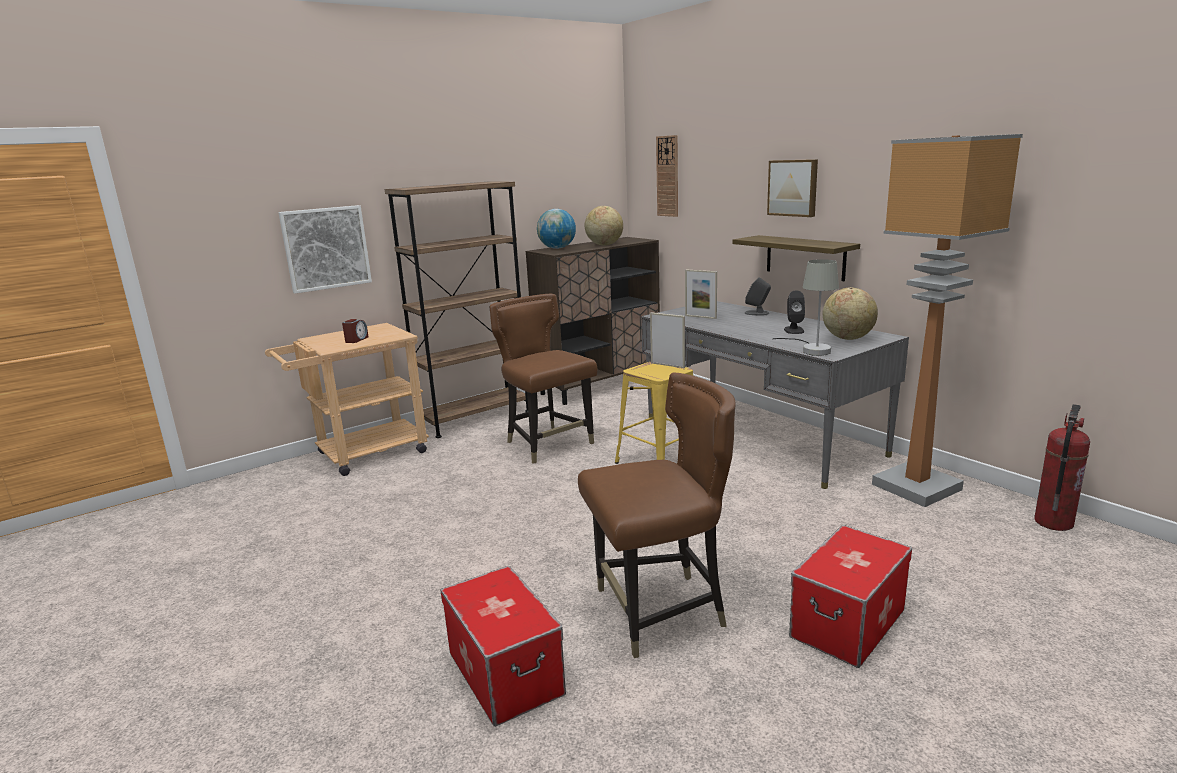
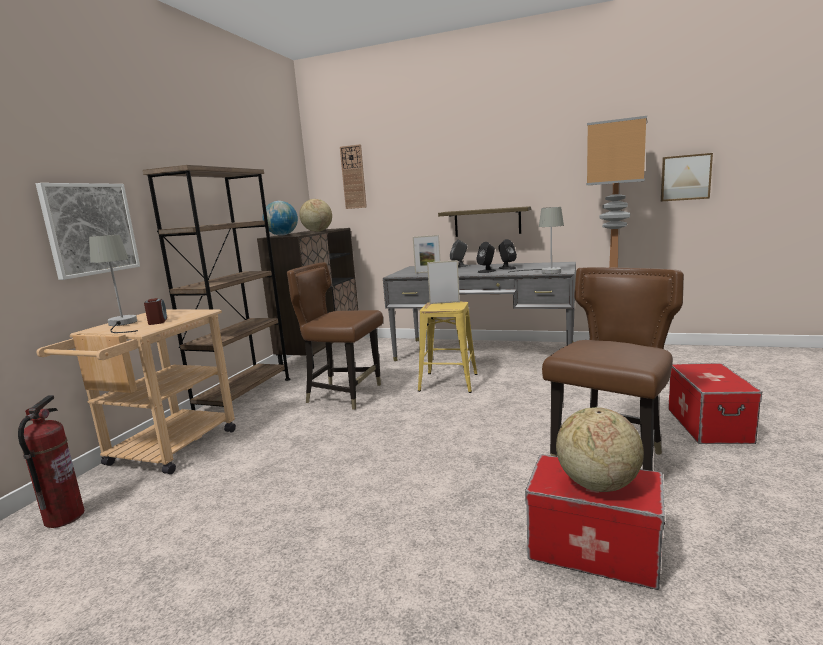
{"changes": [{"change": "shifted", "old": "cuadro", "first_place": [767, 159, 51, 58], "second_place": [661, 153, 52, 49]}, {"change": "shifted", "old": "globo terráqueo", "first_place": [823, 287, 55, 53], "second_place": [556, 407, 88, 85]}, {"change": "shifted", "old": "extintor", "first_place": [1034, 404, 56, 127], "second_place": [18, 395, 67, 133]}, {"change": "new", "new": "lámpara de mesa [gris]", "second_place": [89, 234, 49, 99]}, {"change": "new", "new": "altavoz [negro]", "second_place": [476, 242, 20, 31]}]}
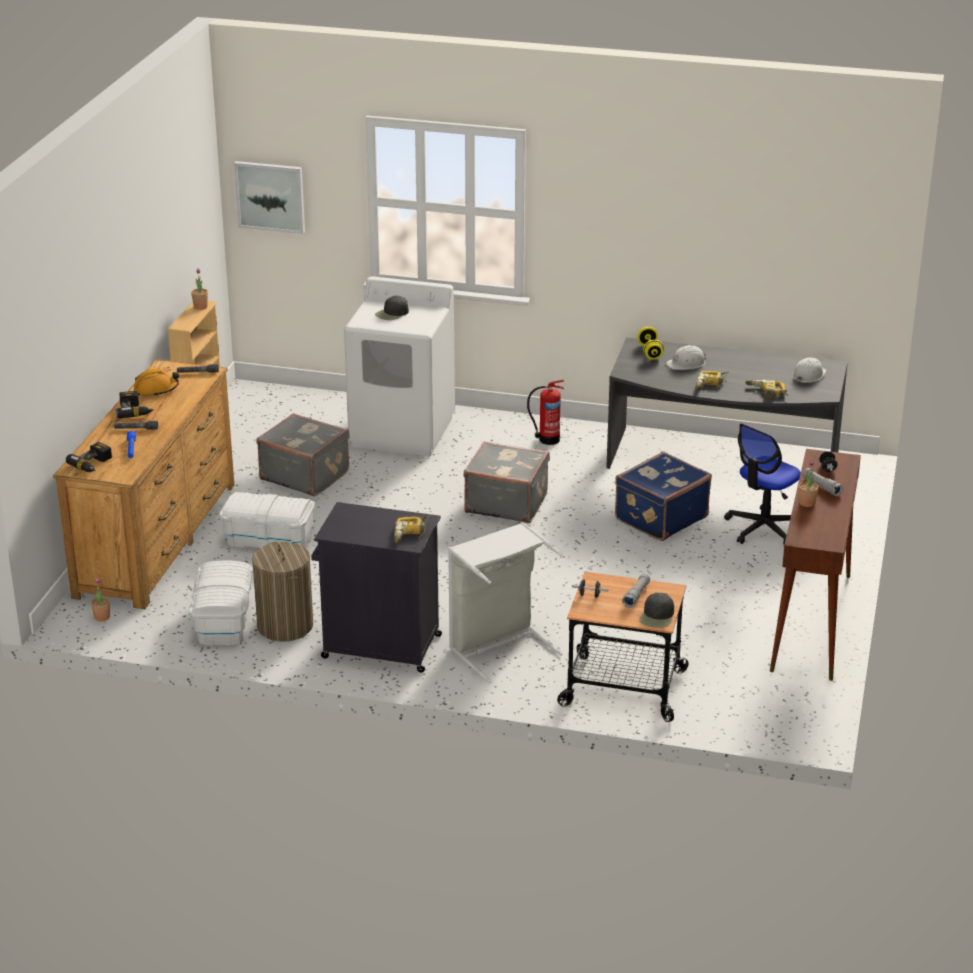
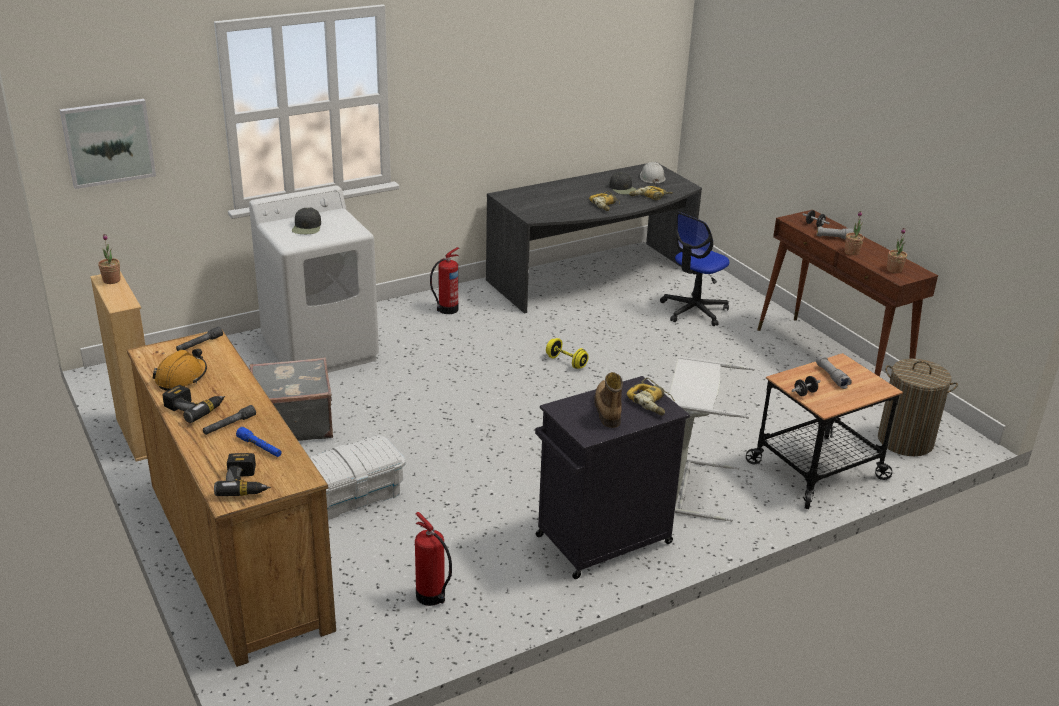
{"changes": [{"change": "shifted", "old": "planta en maceta", "first_place": [91, 578, 19, 44], "second_place": [887, 228, 20, 45]}, {"change": "swapped", "old": "caja de almacenaje [blanco]", "new": "extintor", "first_place": [189, 560, 64, 86], "second_place": [415, 512, 37, 94]}, {"change": "shifted", "old": "cesto de la ropa", "first_place": [252, 542, 61, 100], "second_place": [878, 359, 80, 97]}, {"change": "gone", "old": "maleta [gris]", "first_place": [463, 441, 87, 82]}, {"change": "gone", "old": "maleta [azul]", "first_place": [615, 451, 97, 90]}, {"change": "shifted", "old": "mancuerna [amarillo]", "first_place": [637, 327, 27, 32], "second_place": [546, 338, 43, 31]}, {"change": "shifted", "old": "gorra [negro]", "first_place": [640, 593, 34, 35], "second_place": [609, 172, 28, 22]}, {"change": "gone", "old": "casco [blanco]", "first_place": [666, 345, 40, 25]}, {"change": "rotated", "old": "silla de oficina", "first_place": [724, 423, 77, 122], "second_place": [660, 212, 69, 114], "degrees": 45}, {"change": "new", "new": "bota", "second_place": [594, 372, 29, 56]}]}
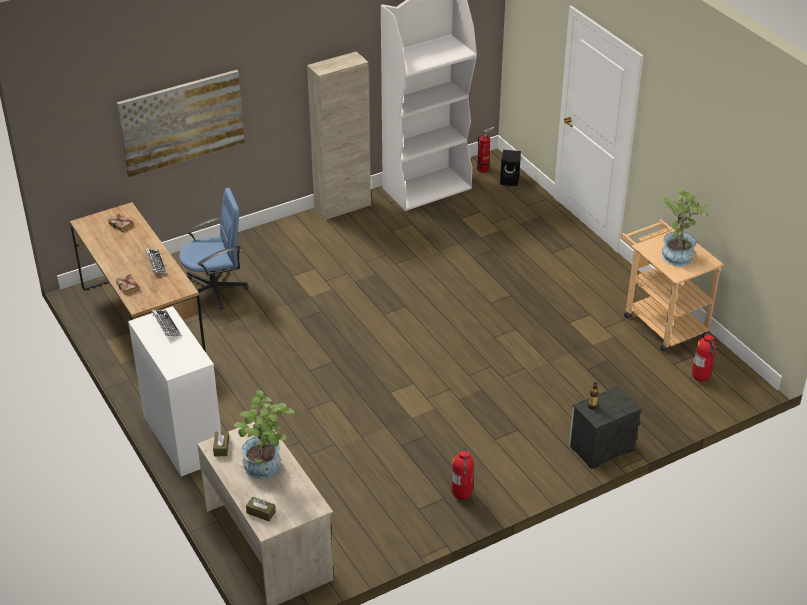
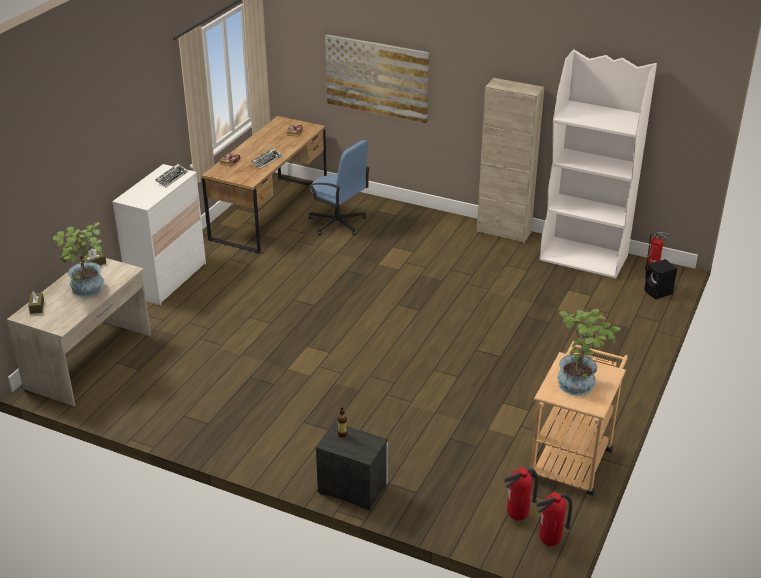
{"changes": [{"change": "shifted", "old": "extintor", "first_place": [452, 448, 22, 52], "second_place": [536, 492, 37, 54]}]}
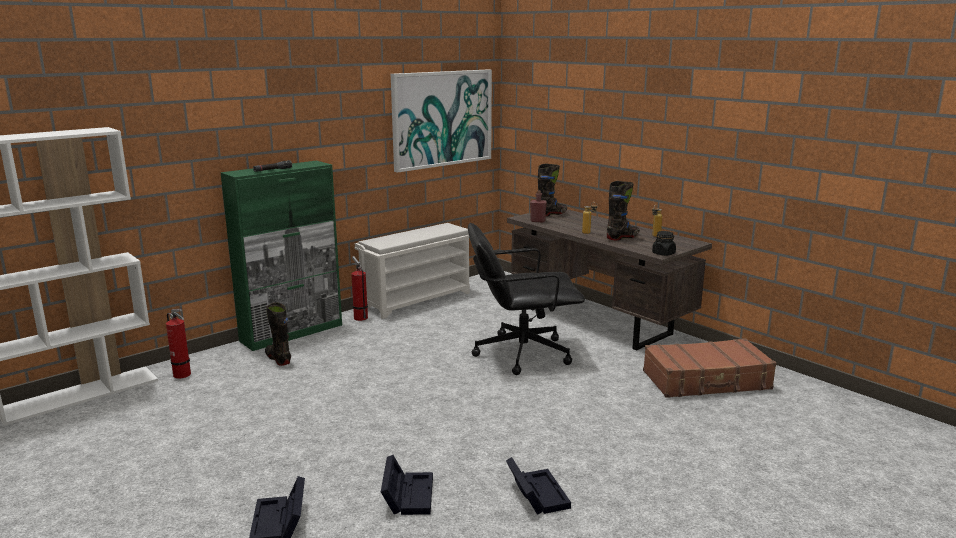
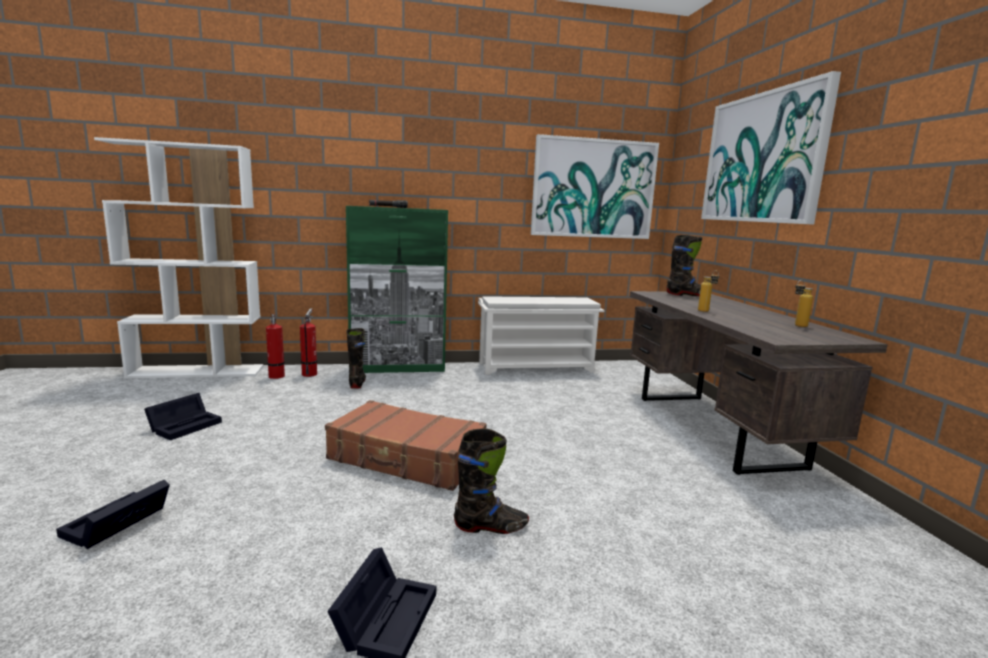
{"changes": [{"change": "shifted", "old": "extintor", "first_place": [351, 256, 17, 65], "second_place": [300, 308, 17, 69]}, {"change": "shifted", "old": "caja de almacenaje [negro]", "first_place": [381, 455, 52, 60], "second_place": [144, 393, 78, 47]}, {"change": "gone", "old": "silla de oficina [negro]", "first_place": [468, 223, 117, 152]}, {"change": "gone", "old": "botella [rojo]", "first_place": [530, 190, 17, 32]}, {"change": "shifted", "old": "bota [negro]", "first_place": [607, 181, 33, 60], "second_place": [454, 428, 75, 106]}, {"change": "shifted", "old": "maleta [marrón]", "first_place": [643, 338, 134, 60], "second_place": [325, 400, 162, 91]}, {"change": "gone", "old": "tarro [negro]", "first_place": [652, 231, 24, 25]}, {"change": "new", "new": "cuadro", "second_place": [701, 71, 140, 154]}]}
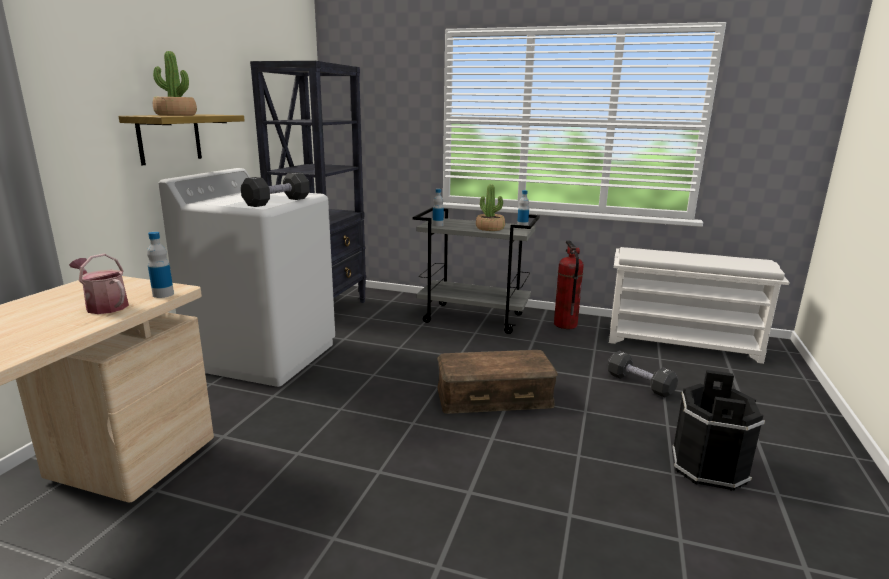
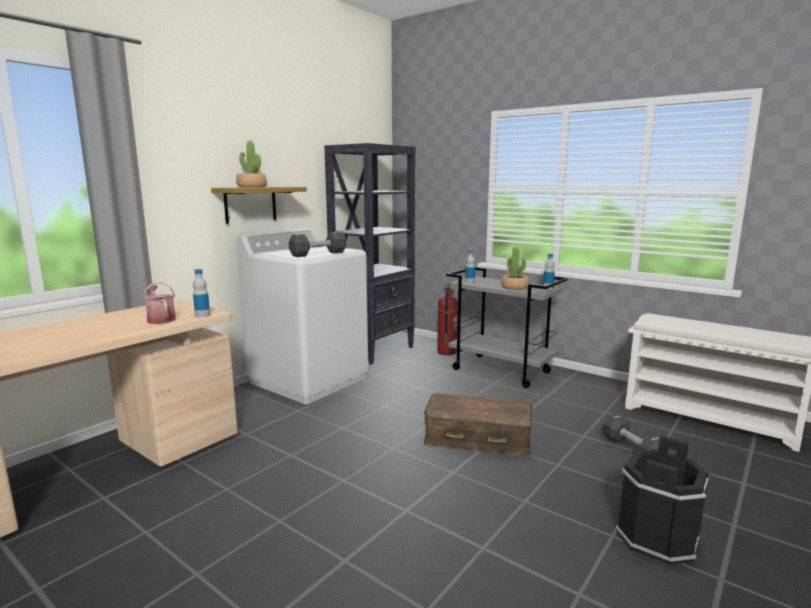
{"changes": [{"change": "shifted", "old": "extintor", "first_place": [554, 240, 30, 89], "second_place": [437, 283, 21, 72]}]}
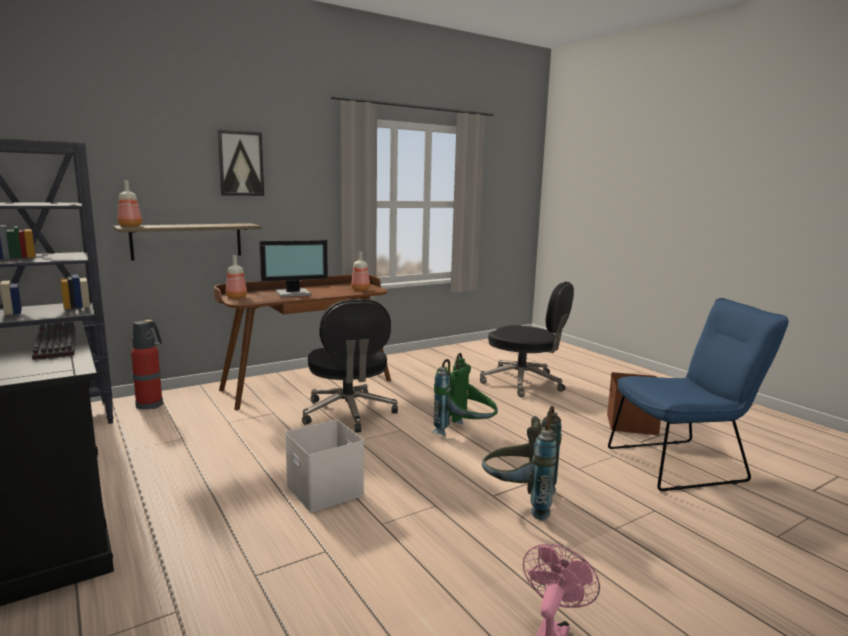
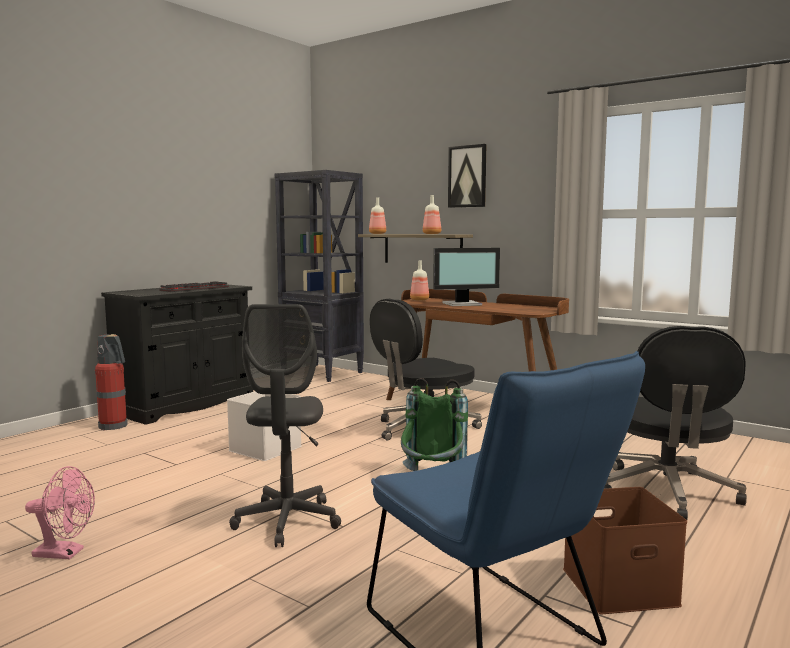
{"changes": [{"change": "shifted", "old": "extintor", "first_place": [130, 320, 33, 90], "second_place": [95, 334, 33, 97]}, {"change": "rotated", "old": "monitor", "first_place": [259, 240, 69, 57], "second_place": [433, 248, 67, 58], "degrees": -60}, {"change": "shifted", "old": "botella", "first_place": [351, 251, 19, 40], "second_place": [423, 195, 18, 39]}, {"change": "swapped", "old": "mochila [gris]", "new": "silla de oficina [gris]", "first_place": [482, 406, 80, 114], "second_place": [229, 304, 112, 243]}]}
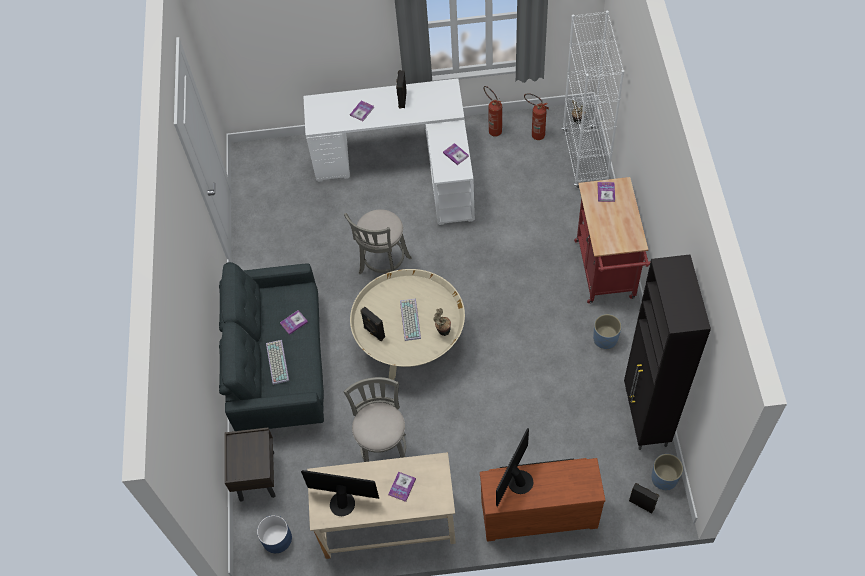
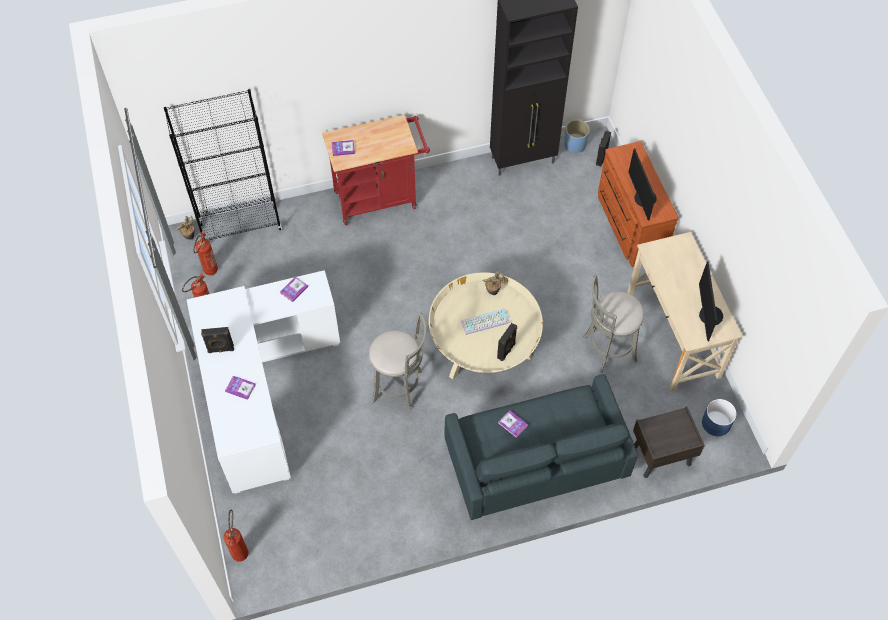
{"changes": [{"change": "gone", "old": "teclado", "first_place": [266, 340, 23, 45]}, {"change": "gone", "old": "libro", "first_place": [389, 472, 27, 30]}, {"change": "rotated", "old": "monitor", "first_place": [496, 428, 37, 79], "second_place": [628, 148, 29, 72], "degrees": 60}, {"change": "repainted", "old": "estantería [blanco]", "new": "estantería [negro]", "first_place": [562, 11, 62, 178], "second_place": [164, 89, 118, 151]}, {"change": "gone", "old": "maceta [azul]", "first_place": [593, 314, 29, 35]}, {"change": "new", "new": "extintor", "second_place": [224, 509, 24, 53]}]}
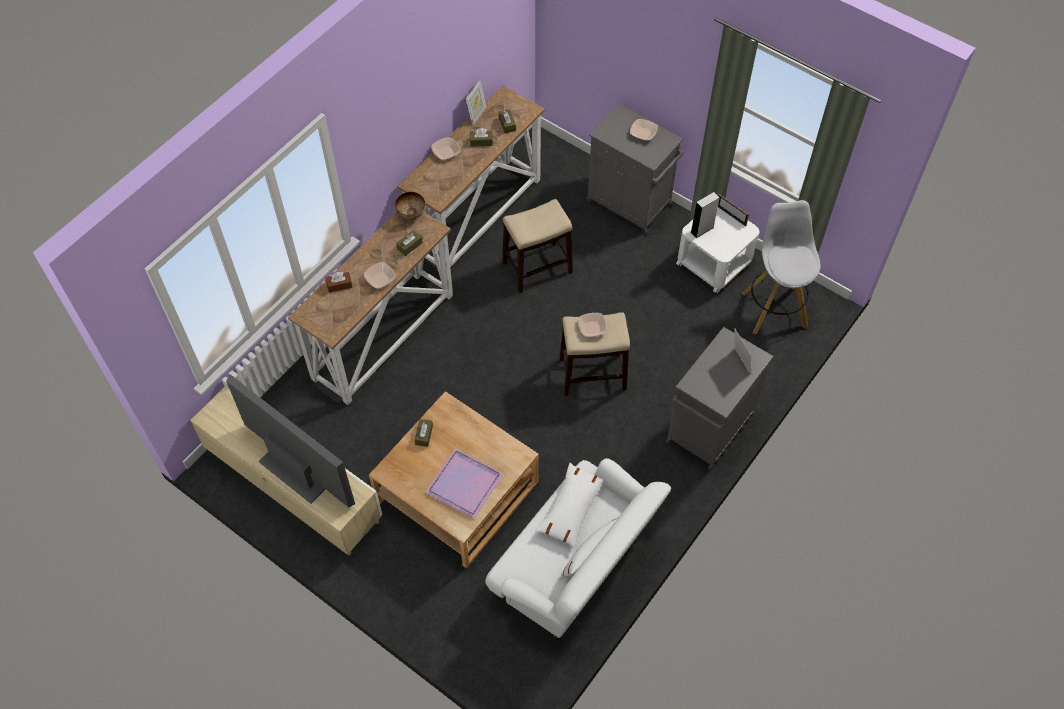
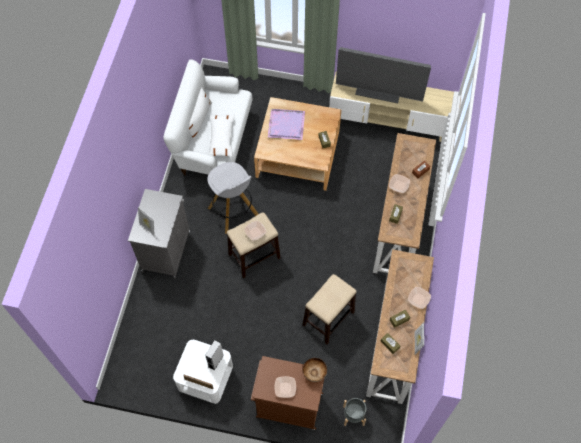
{"changes": [{"change": "shifted", "old": "cuenco", "first_place": [395, 192, 31, 28], "second_place": [303, 358, 24, 24]}, {"change": "repainted", "old": "armario [gris]", "new": "armario [marrón]", "first_place": [586, 104, 98, 130], "second_place": [251, 356, 73, 74]}, {"change": "shifted", "old": "taburete [blanco]", "first_place": [741, 200, 79, 134], "second_place": [207, 162, 52, 72]}, {"change": "new", "new": "maceta [gris]", "second_place": [343, 398, 23, 28]}]}
